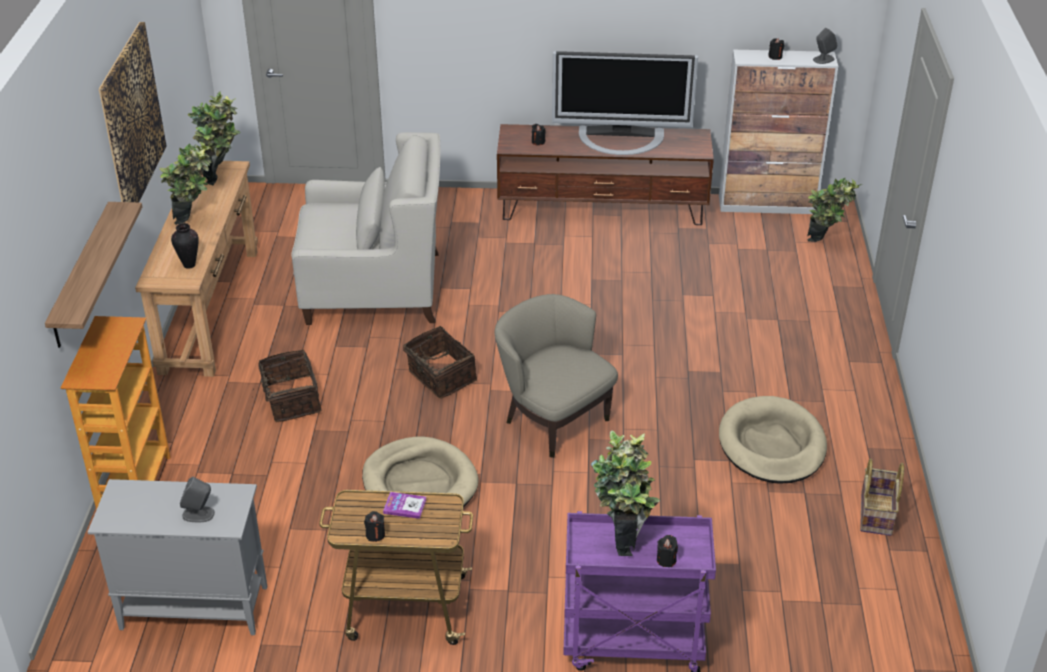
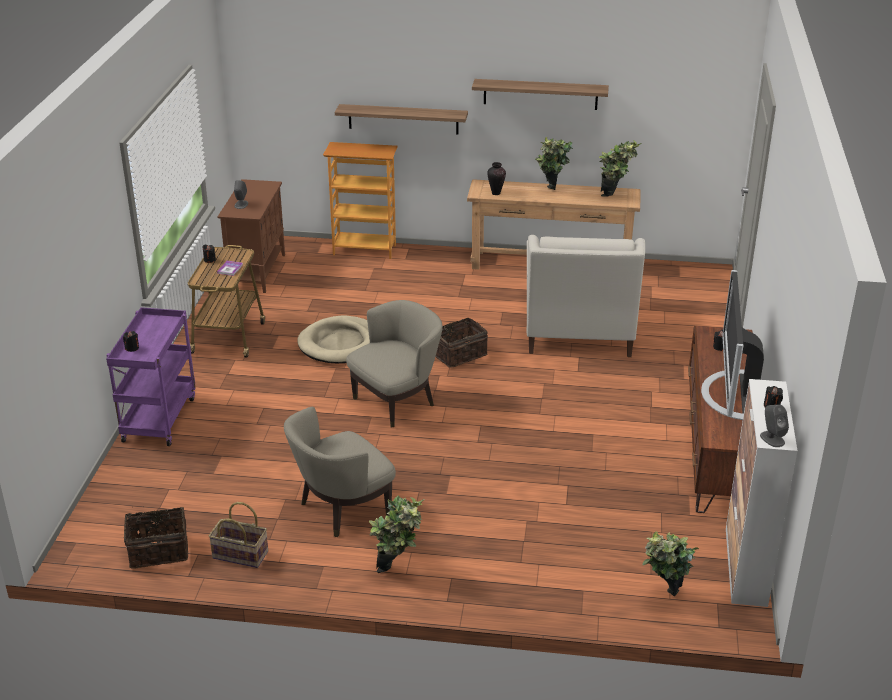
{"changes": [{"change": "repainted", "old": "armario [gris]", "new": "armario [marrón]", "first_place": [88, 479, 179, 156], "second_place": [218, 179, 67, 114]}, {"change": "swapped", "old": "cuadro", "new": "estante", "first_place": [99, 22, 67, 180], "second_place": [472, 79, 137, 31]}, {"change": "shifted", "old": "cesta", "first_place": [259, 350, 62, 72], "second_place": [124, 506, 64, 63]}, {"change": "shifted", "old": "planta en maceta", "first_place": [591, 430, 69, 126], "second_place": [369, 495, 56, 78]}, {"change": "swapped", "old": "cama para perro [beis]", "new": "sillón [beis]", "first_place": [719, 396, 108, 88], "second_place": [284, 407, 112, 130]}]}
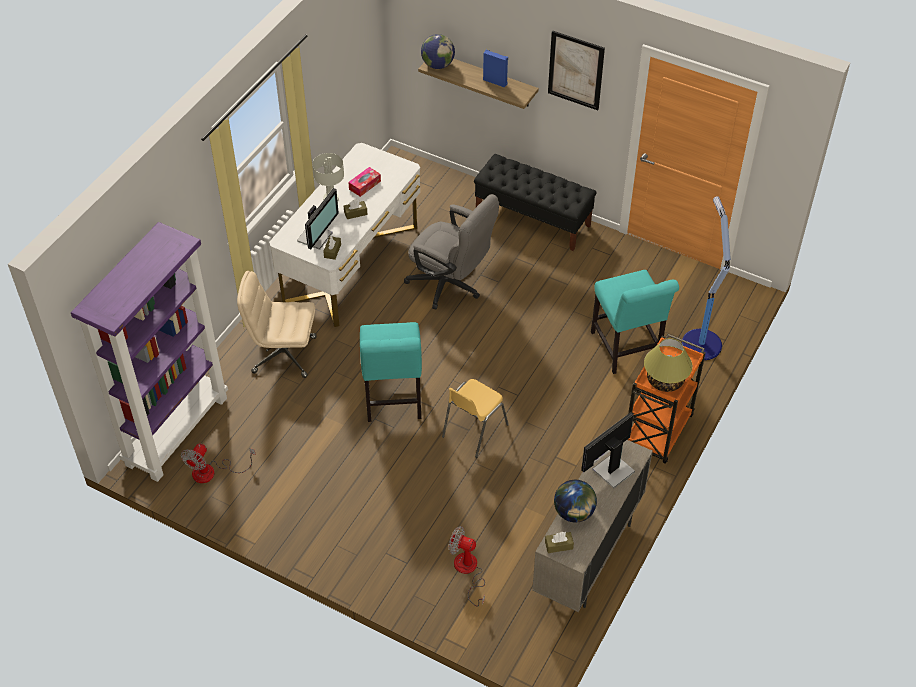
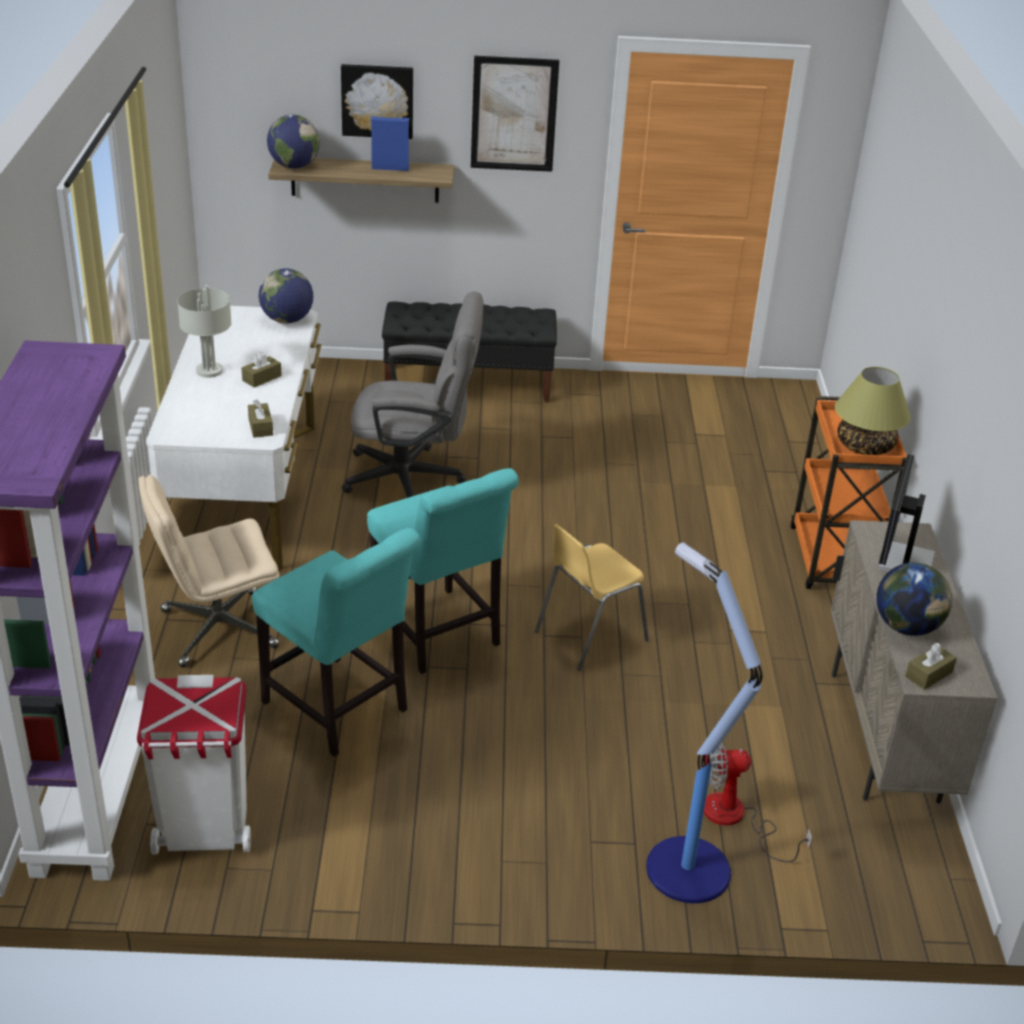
{"changes": [{"change": "swapped", "old": "ventilador", "new": "papelera [blanco]", "first_place": [181, 443, 75, 40], "second_place": [137, 675, 114, 180]}, {"change": "gone", "old": "monitor", "first_place": [297, 188, 42, 62]}, {"change": "gone", "old": "caja de pañuelos", "first_place": [348, 167, 33, 30]}, {"change": "rotated", "old": "silla [amarillo]", "first_place": [442, 379, 67, 79], "second_place": [535, 524, 114, 146], "degrees": 45}, {"change": "shifted", "old": "silla [turquesa]", "first_place": [591, 270, 88, 104], "second_place": [252, 528, 169, 229]}, {"change": "shifted", "old": "lámpara de pie", "first_place": [682, 196, 49, 164], "second_place": [646, 542, 116, 361]}, {"change": "new", "new": "globo terráqueo", "second_place": [259, 268, 54, 55]}, {"change": "new", "new": "cuadro", "second_place": [341, 64, 72, 75]}]}
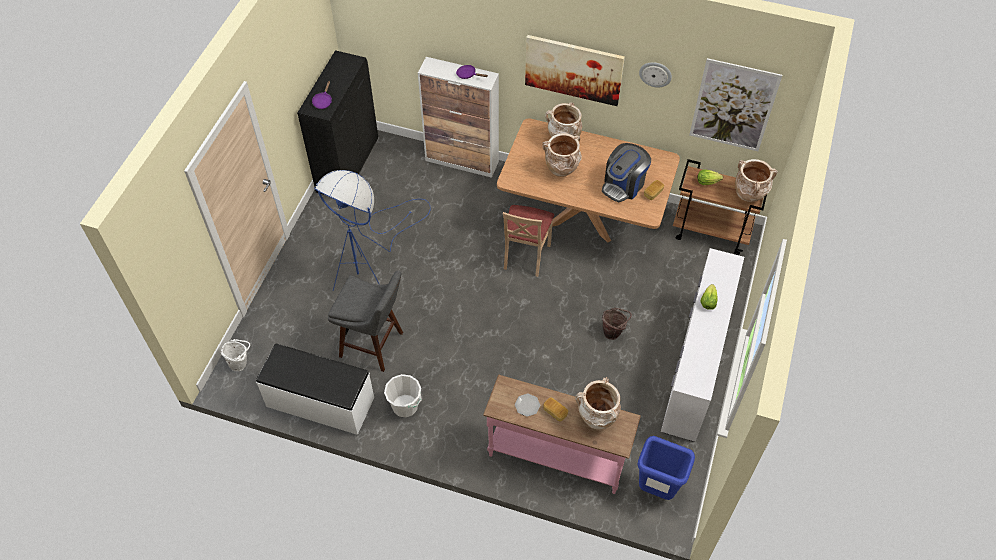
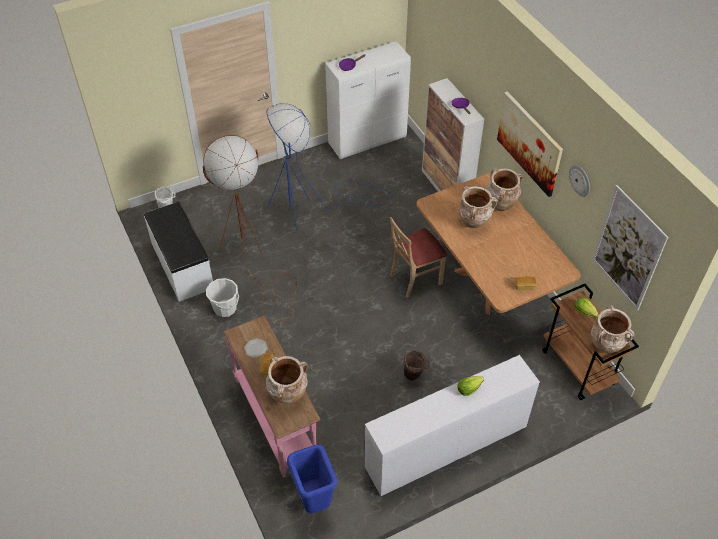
{"changes": [{"change": "repainted", "old": "armario [negro]", "new": "armario [blanco]", "first_place": [297, 50, 81, 144], "second_place": [325, 41, 86, 118]}, {"change": "swapped", "old": "taburete [gris]", "new": "lámpara de pie [marrón]", "first_place": [328, 270, 75, 102], "second_place": [203, 135, 95, 189]}, {"change": "gone", "old": "cafetera", "first_place": [602, 143, 49, 59]}]}
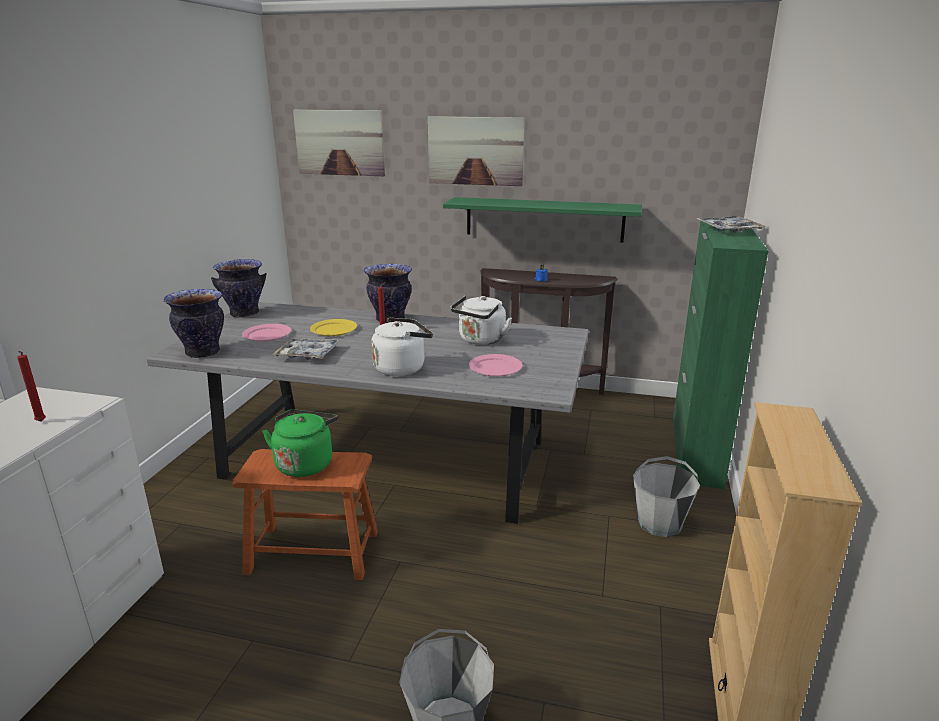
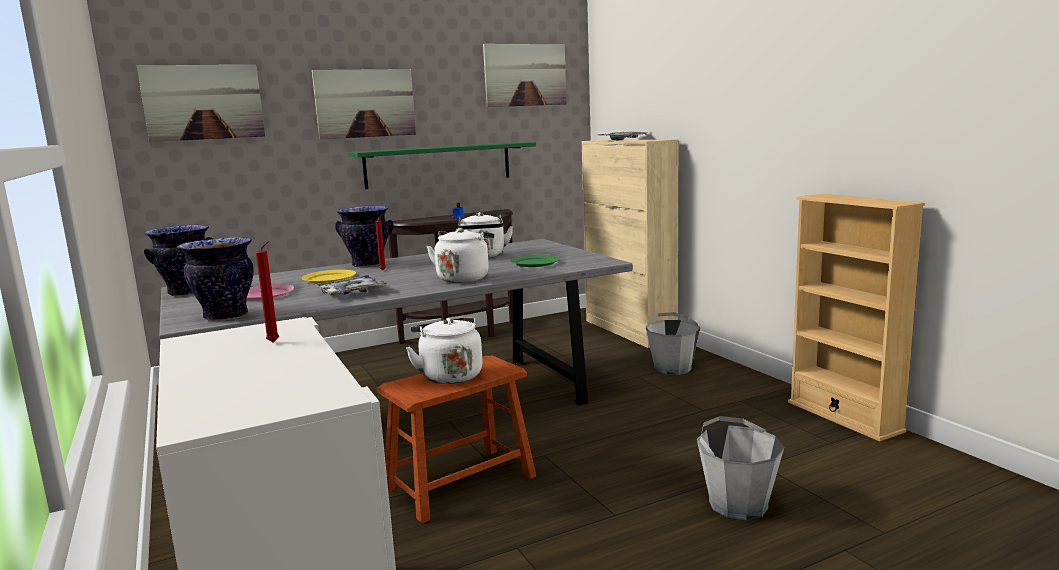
{"changes": [{"change": "repainted", "old": "hervidor [verde]", "new": "hervidor [blanco]", "first_place": [262, 409, 76, 68], "second_place": [406, 317, 77, 67]}, {"change": "repainted", "old": "plato [rosa]", "new": "plato [verde]", "first_place": [469, 354, 54, 22], "second_place": [510, 255, 50, 12]}, {"change": "repainted", "old": "armario [verde]", "new": "armario [beis]", "first_place": [673, 221, 95, 268], "second_place": [582, 139, 97, 209]}, {"change": "new", "new": "cuadro", "second_place": [483, 44, 83, 63]}]}
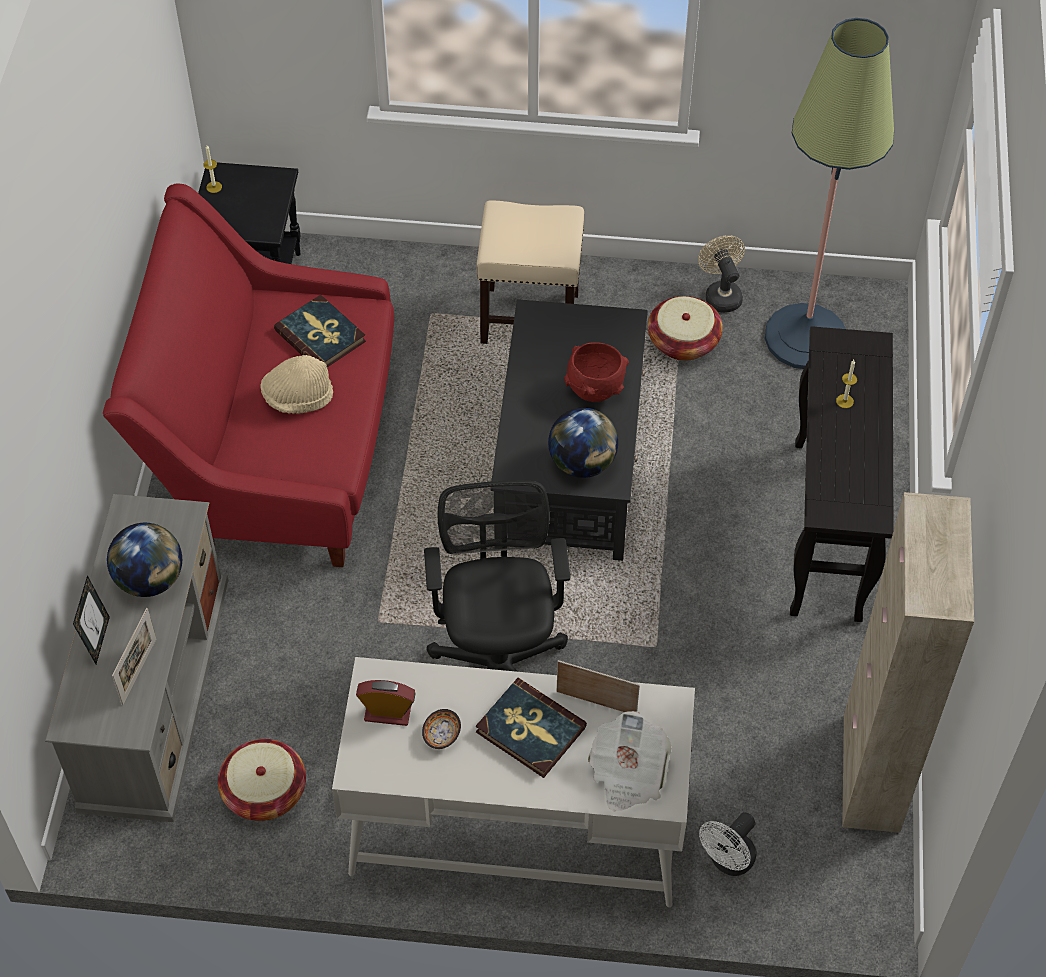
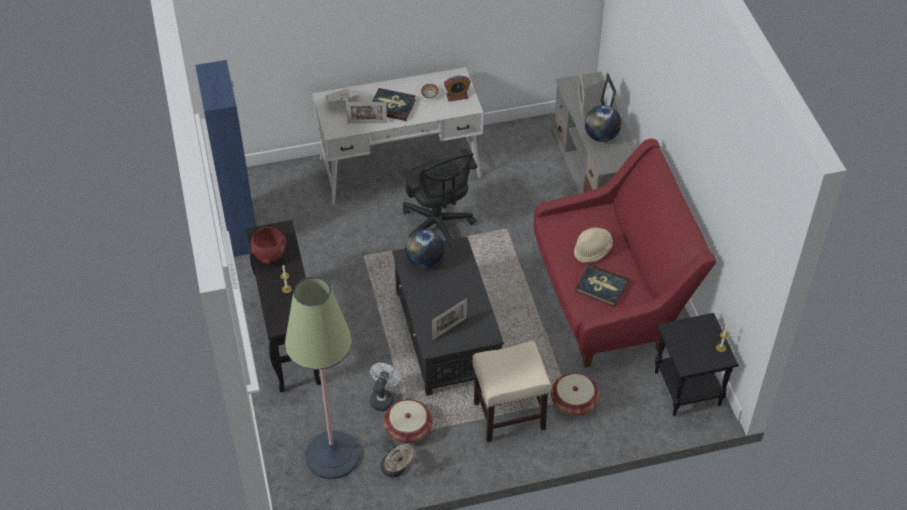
{"changes": [{"change": "shifted", "old": "cesta", "first_place": [218, 739, 88, 82], "second_place": [551, 373, 48, 43]}, {"change": "shifted", "old": "cuenco [rojo]", "first_place": [564, 342, 65, 60], "second_place": [250, 227, 36, 37]}, {"change": "shifted", "old": "ventilador [blanco]", "first_place": [699, 812, 58, 64], "second_place": [370, 363, 30, 48]}, {"change": "repainted", "old": "armario [beis]", "new": "armario [azul]", "first_place": [842, 492, 132, 341], "second_place": [195, 60, 61, 197]}, {"change": "new", "new": "portarretratos", "second_place": [432, 298, 35, 42]}]}
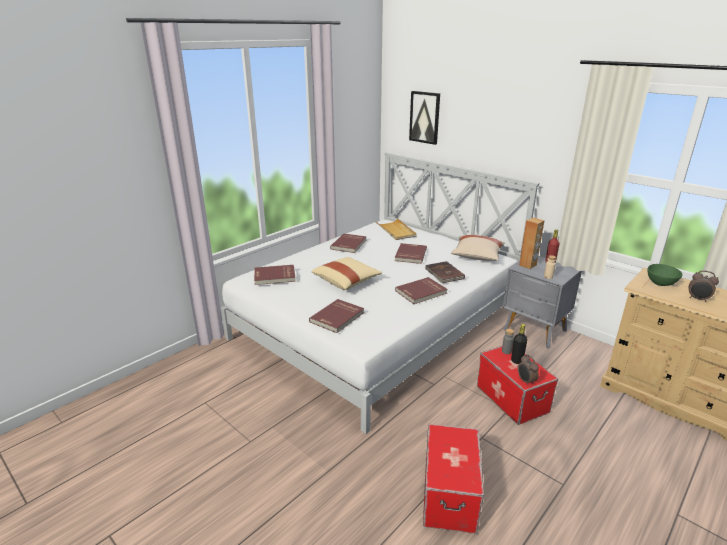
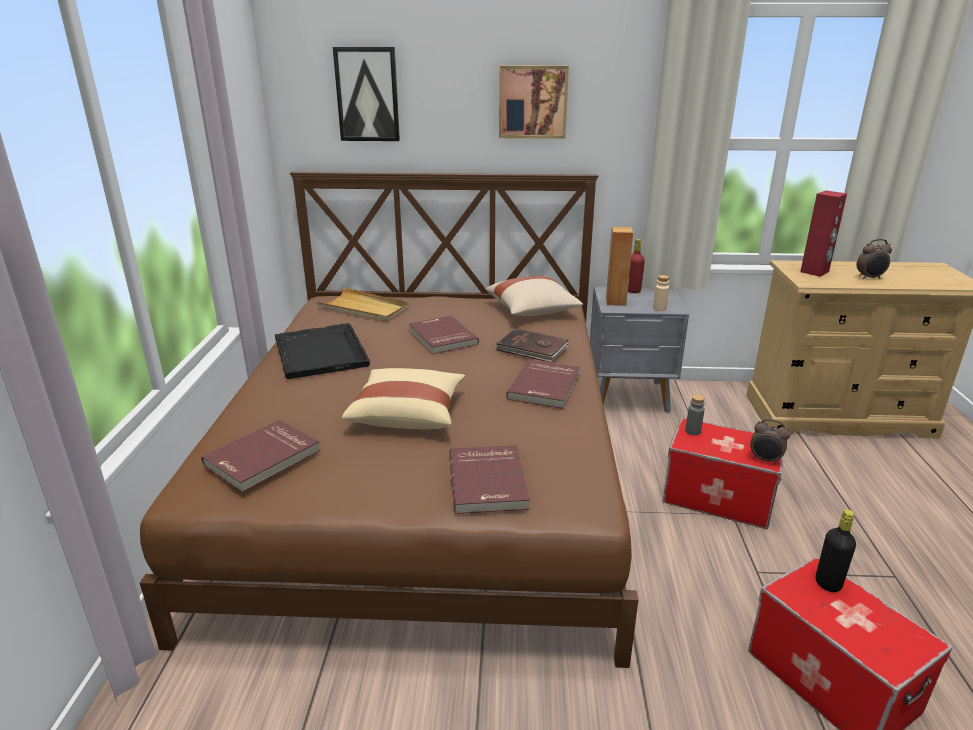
{"changes": [{"change": "repainted", "old": "cama [blanco]", "new": "cama [marrón]", "first_place": [221, 152, 319, 282], "second_place": [140, 172, 498, 496]}, {"change": "swapped", "old": "libro [rojo]", "new": "bandeja [negro]", "first_place": [330, 233, 37, 20], "second_place": [275, 323, 95, 56]}, {"change": "shifted", "old": "botella [negro]", "first_place": [511, 324, 16, 40], "second_place": [816, 509, 40, 83]}, {"change": "swapped", "old": "cuenco [verde]", "new": "altavoz [rojo]", "first_place": [647, 264, 36, 22], "second_place": [800, 190, 47, 87]}, {"change": "new", "new": "cuadro", "second_place": [499, 65, 70, 74]}]}
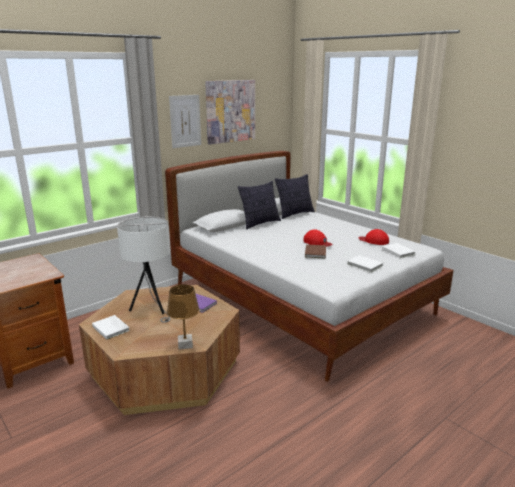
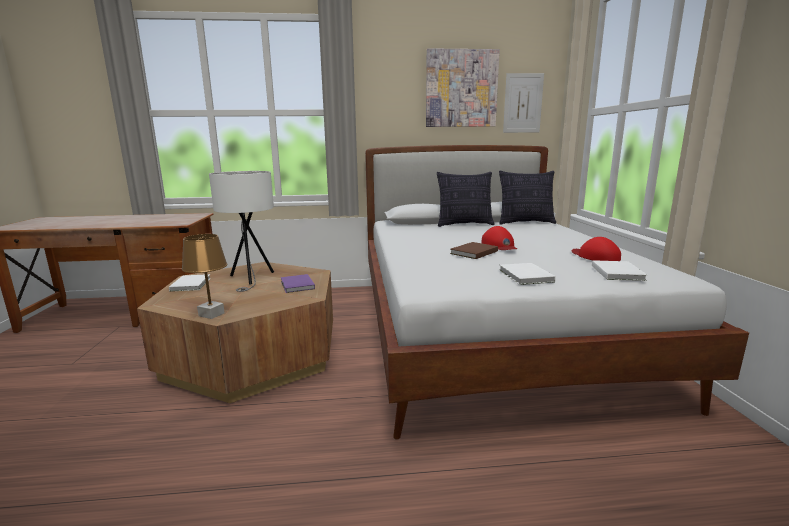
{"changes": [{"change": "shifted", "old": "cuadro", "first_place": [169, 95, 32, 53], "second_place": [503, 73, 41, 60]}]}
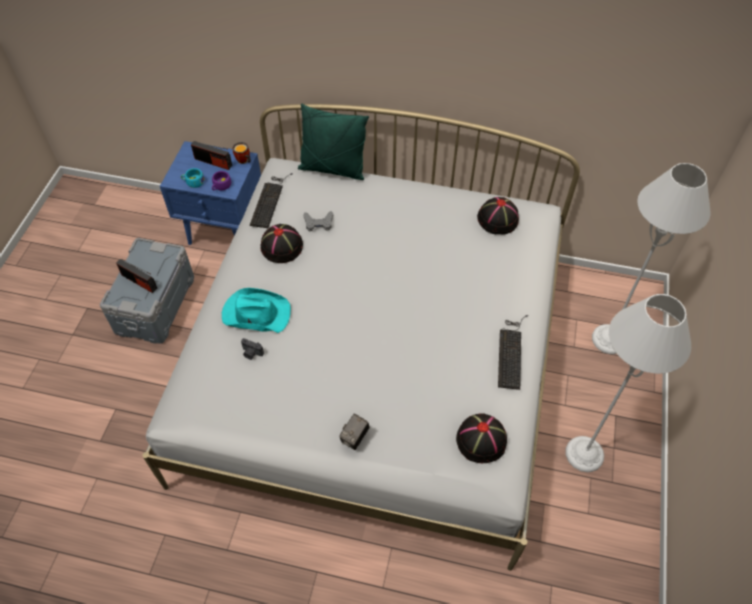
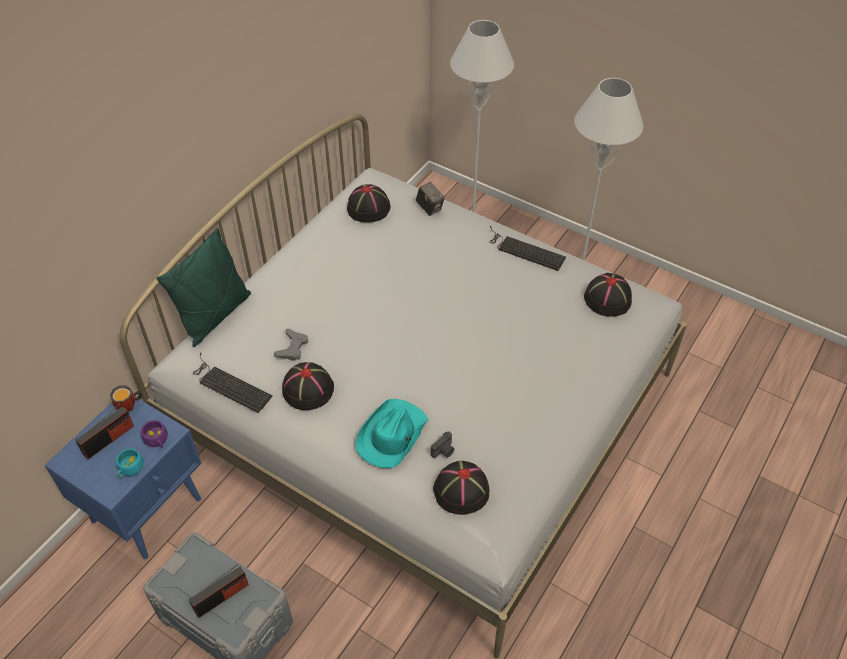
{"changes": [{"change": "shifted", "old": "cámara", "first_place": [339, 414, 31, 36], "second_place": [416, 182, 29, 34]}, {"change": "new", "new": "sombrero [negro]", "second_place": [433, 461, 56, 54]}]}
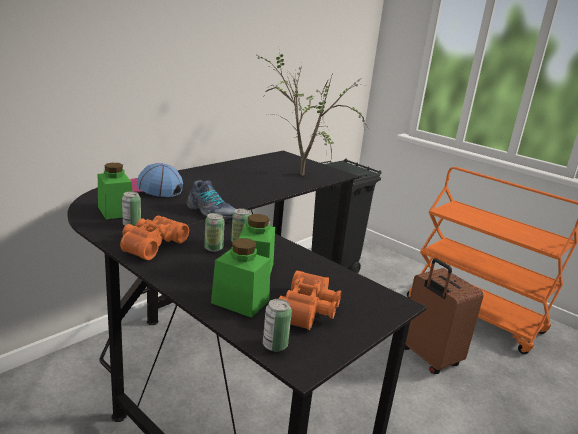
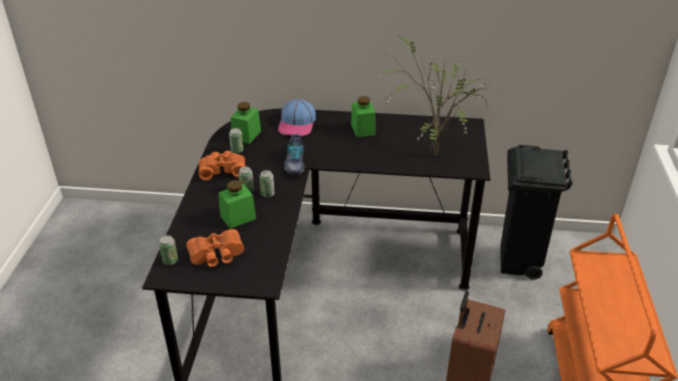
{"changes": [{"change": "rotated", "old": "gorra", "first_place": [130, 163, 53, 34], "second_place": [278, 99, 38, 37], "degrees": -150}, {"change": "shifted", "old": "tarro [verde]", "first_place": [211, 238, 60, 80], "second_place": [351, 96, 25, 41]}]}
